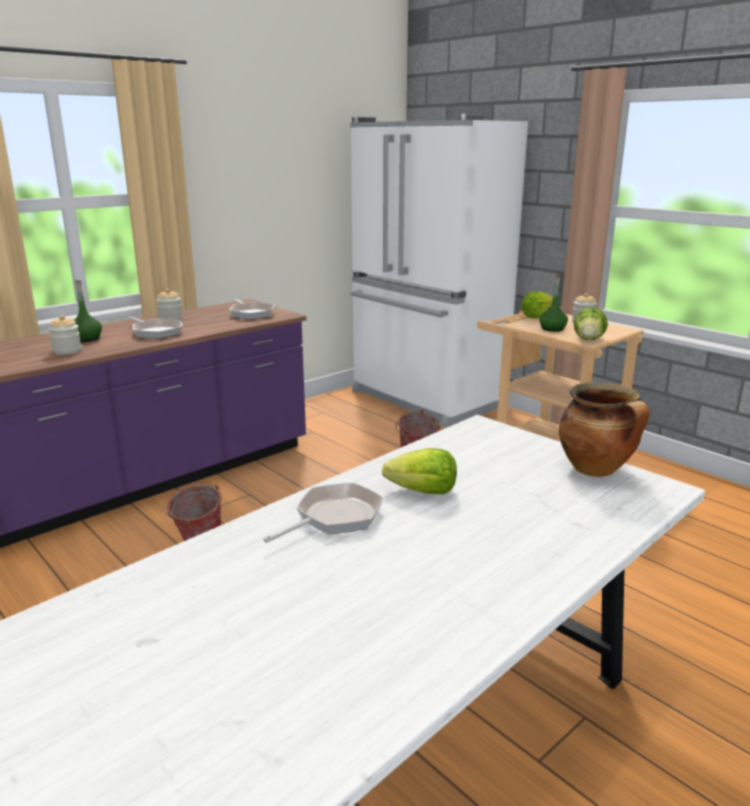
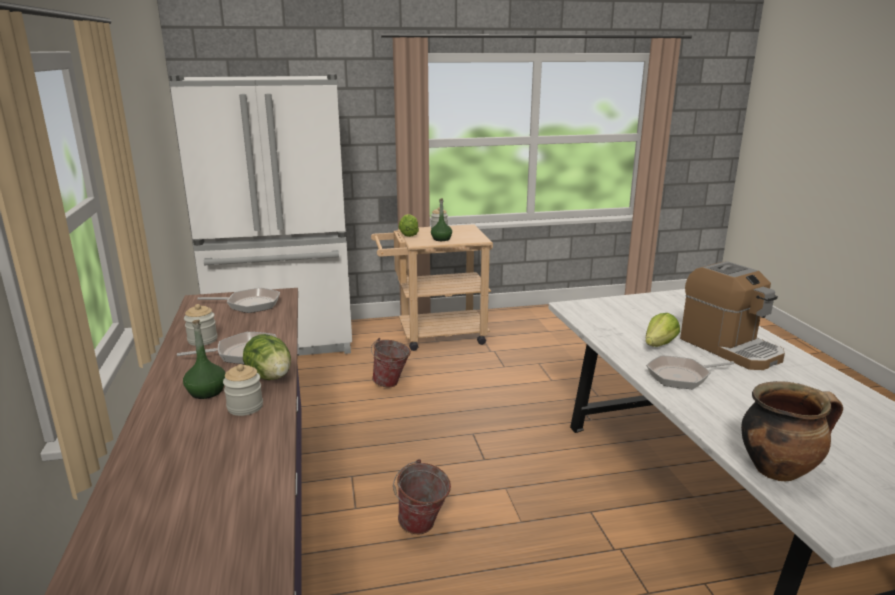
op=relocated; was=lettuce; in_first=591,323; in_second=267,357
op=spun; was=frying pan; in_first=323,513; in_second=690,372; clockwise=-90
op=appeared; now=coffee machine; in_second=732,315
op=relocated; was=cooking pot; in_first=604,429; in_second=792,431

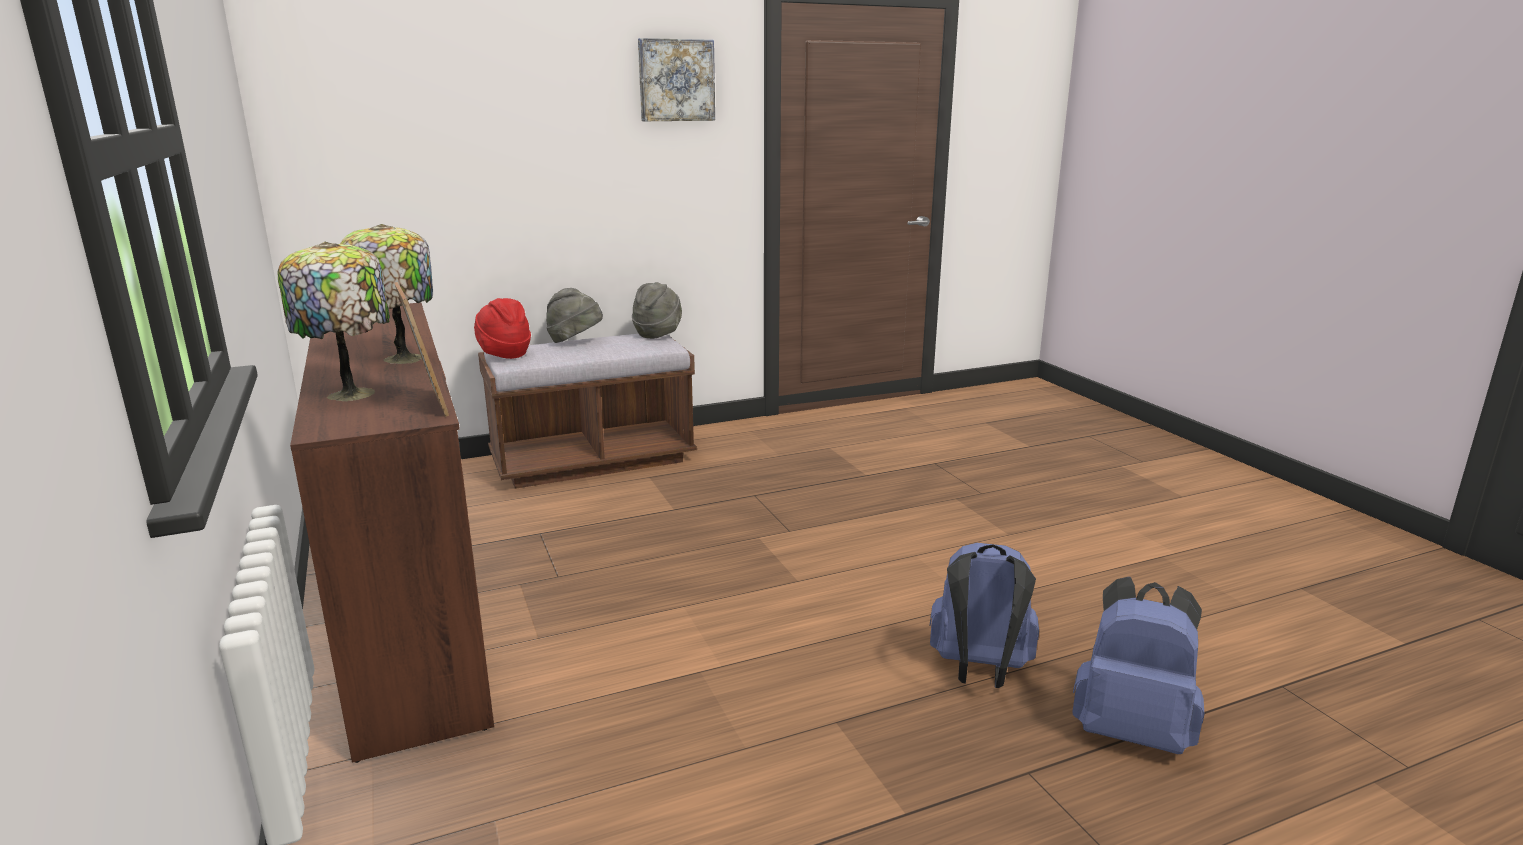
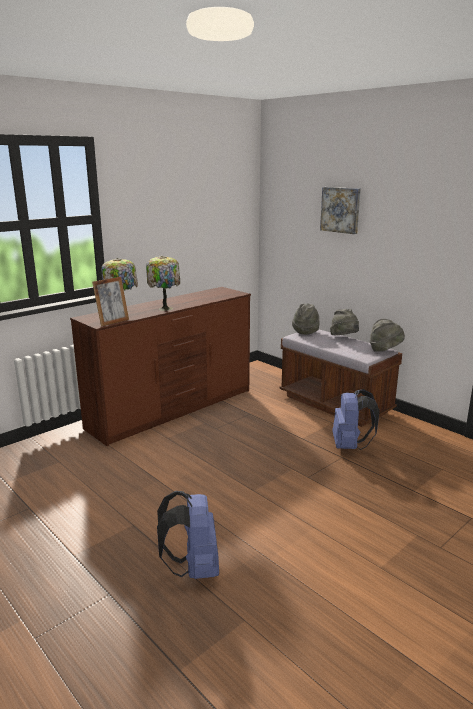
op=colour; was=red hat; now=grey hat; in_first=502,328; in_second=306,319
op=relocated; was=picture; in_first=676,79; in_second=340,210
op=relocated; was=blue backpack; in_first=1138,665; in_second=356,419

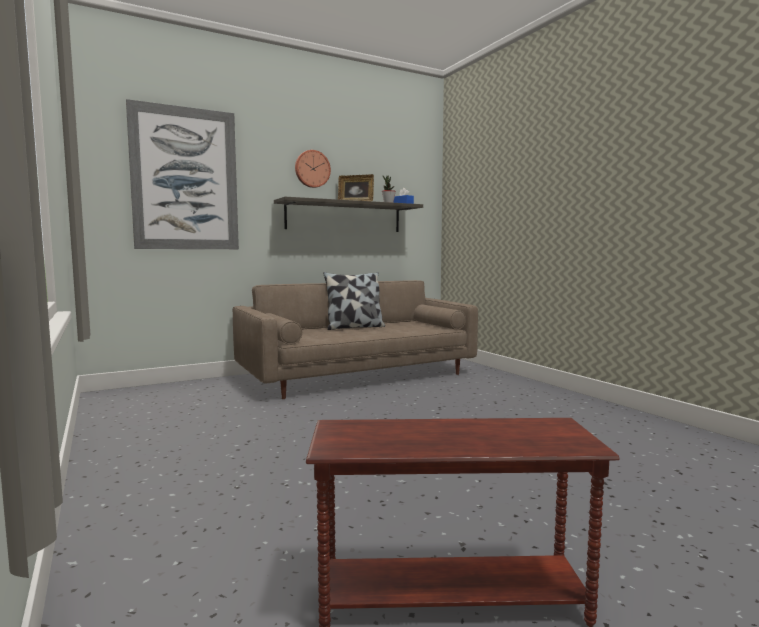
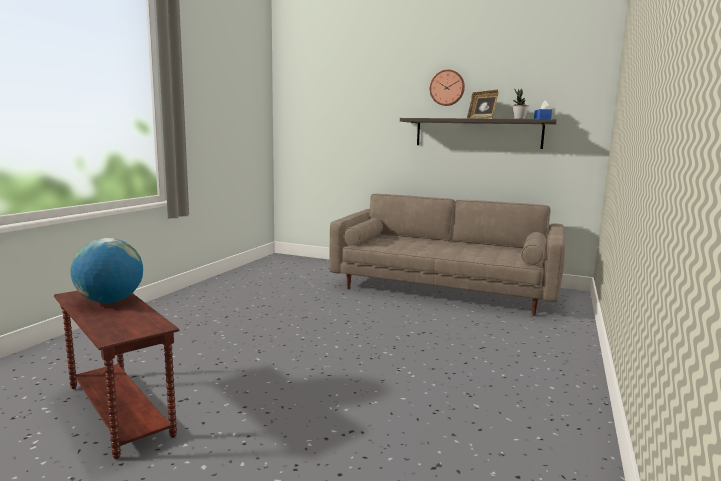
op=appeared; now=globe; in_second=106,270
op=missing; was=picture; in_first=182,174
op=missing; was=pillow; in_first=354,301

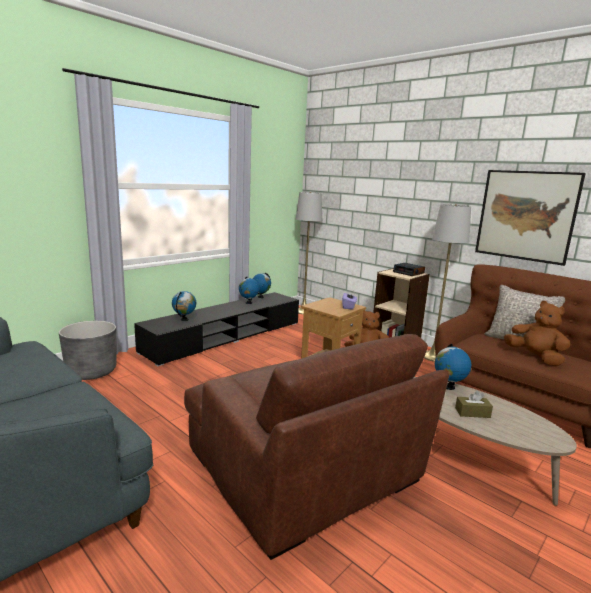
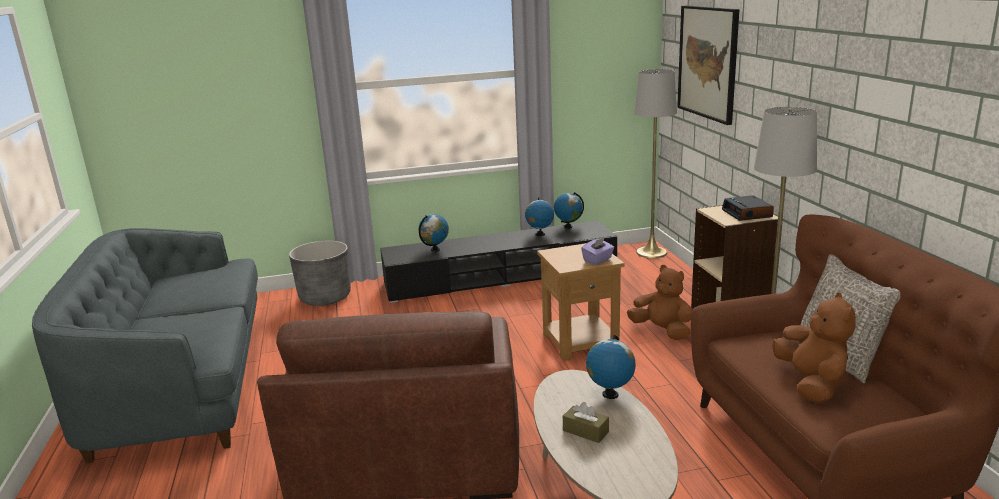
op=relocated; was=picture; in_first=530,218; in_second=708,65

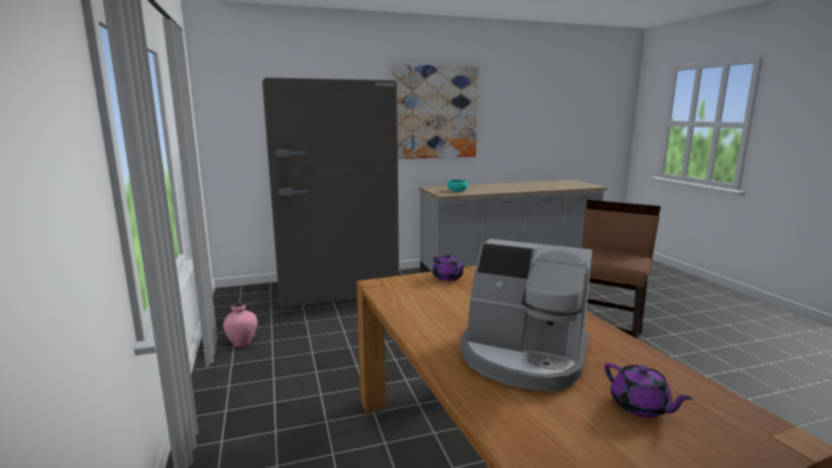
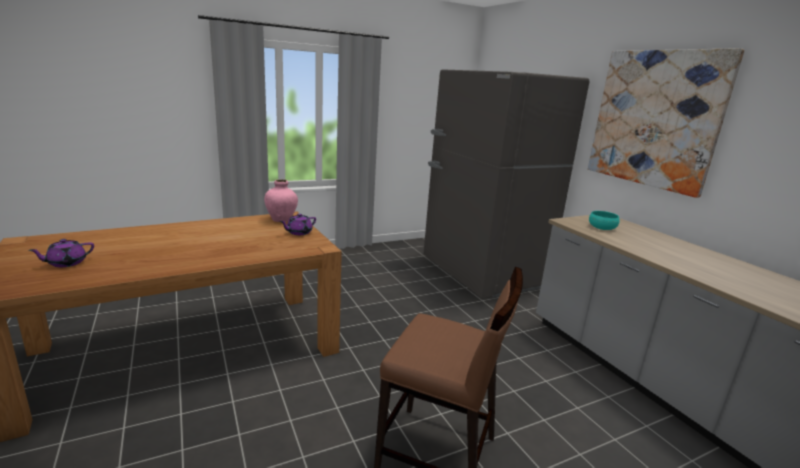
op=relocated; was=pink vase; in_first=240,325; in_second=281,200
op=missing; was=coffee machine; in_first=526,315

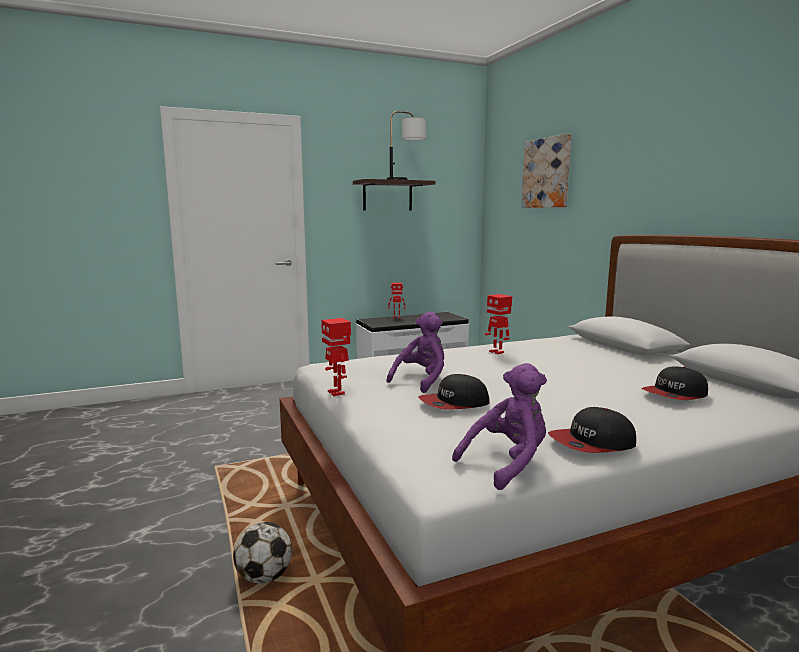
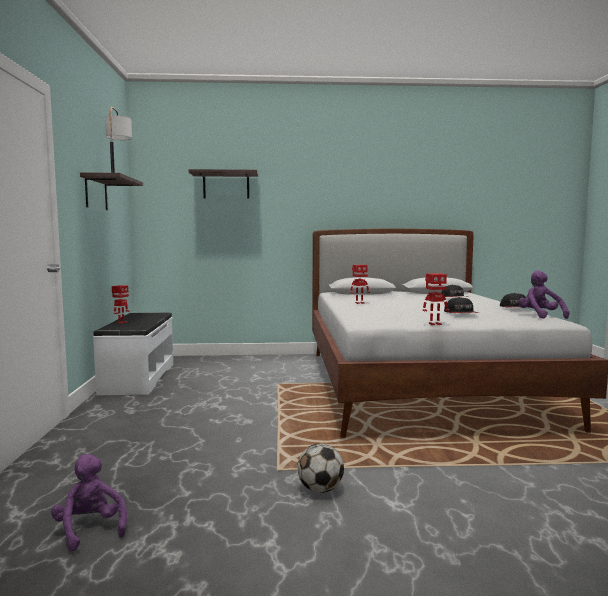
op=relocated; was=purple plush toy; in_first=415,352; in_second=89,502
op=exchanged; was=picture; now=shelf; in_first=546,170; in_second=223,184
op=relocated; was=football; in_first=262,553; in_second=320,468

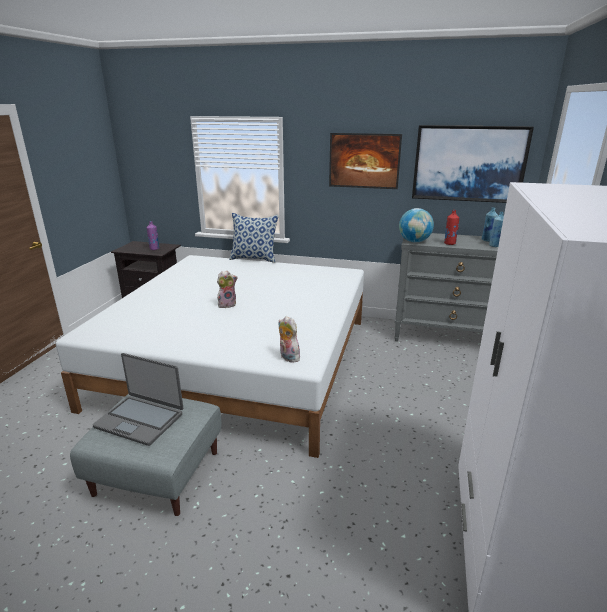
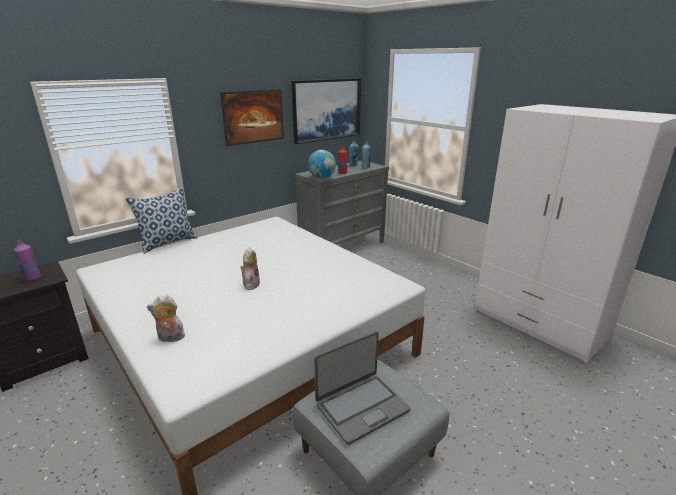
op=relocated; was=plush toy; in_first=289,339; in_second=166,318

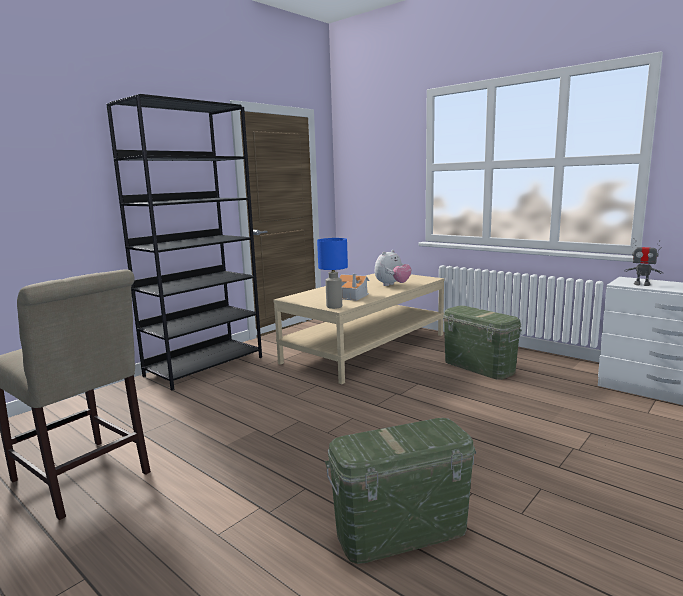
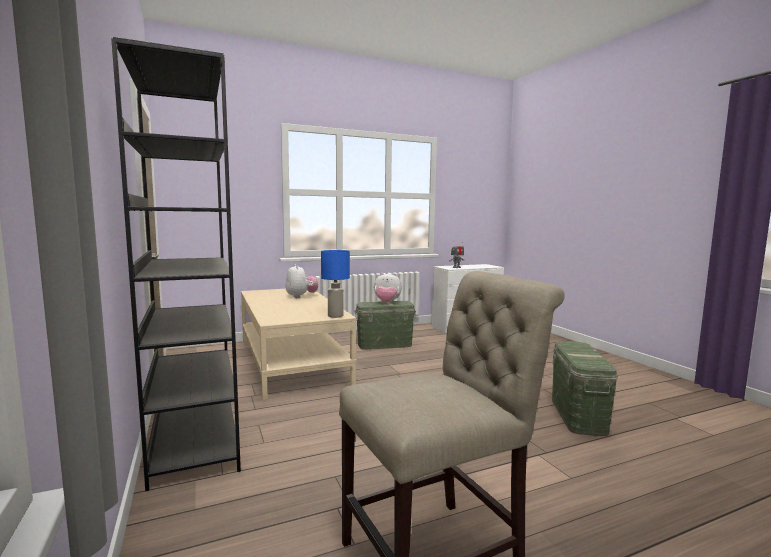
op=appeared; now=plush toy; in_second=388,288
op=missing; was=toy house; in_first=354,287

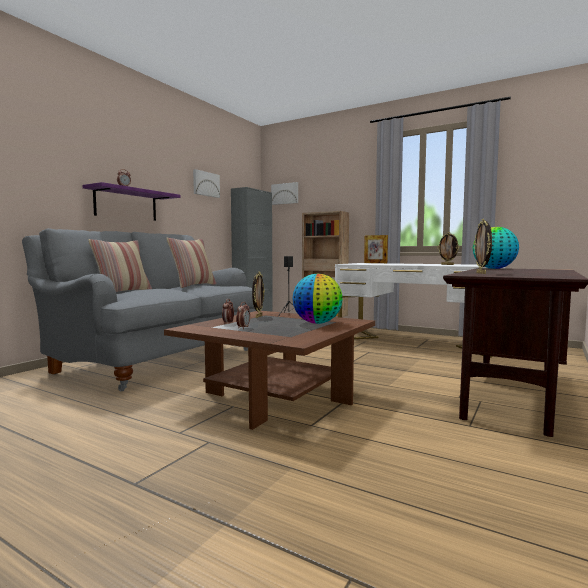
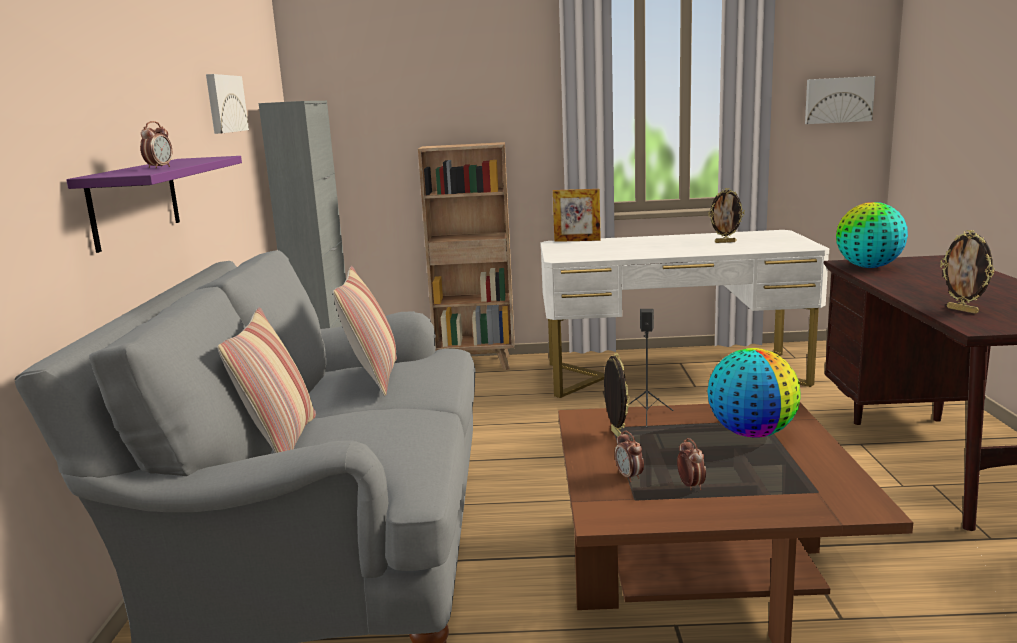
op=relocated; was=picture; in_first=284,193; in_second=840,100

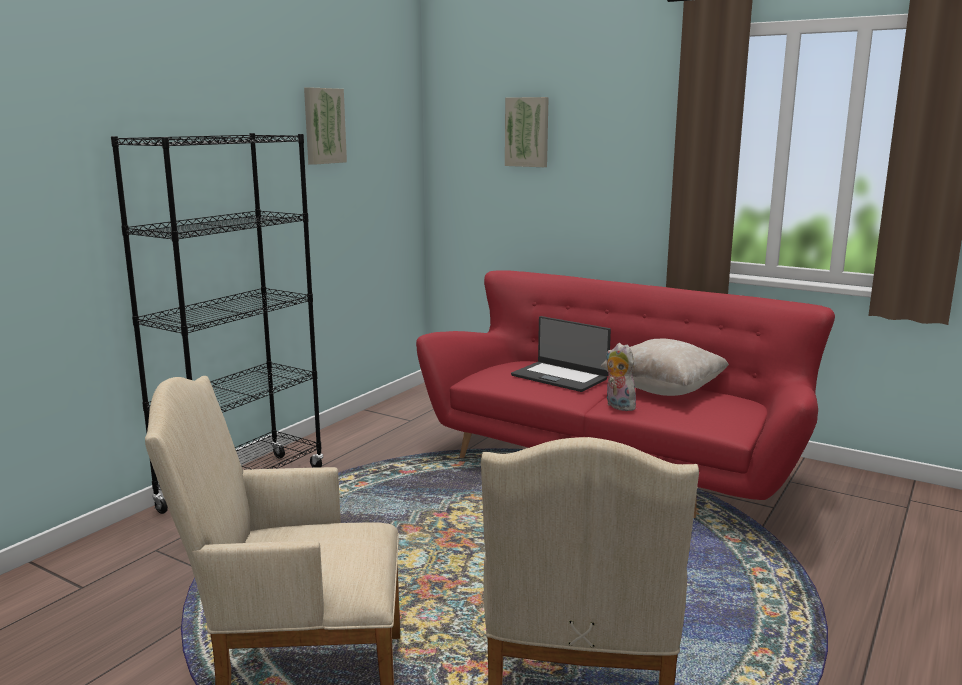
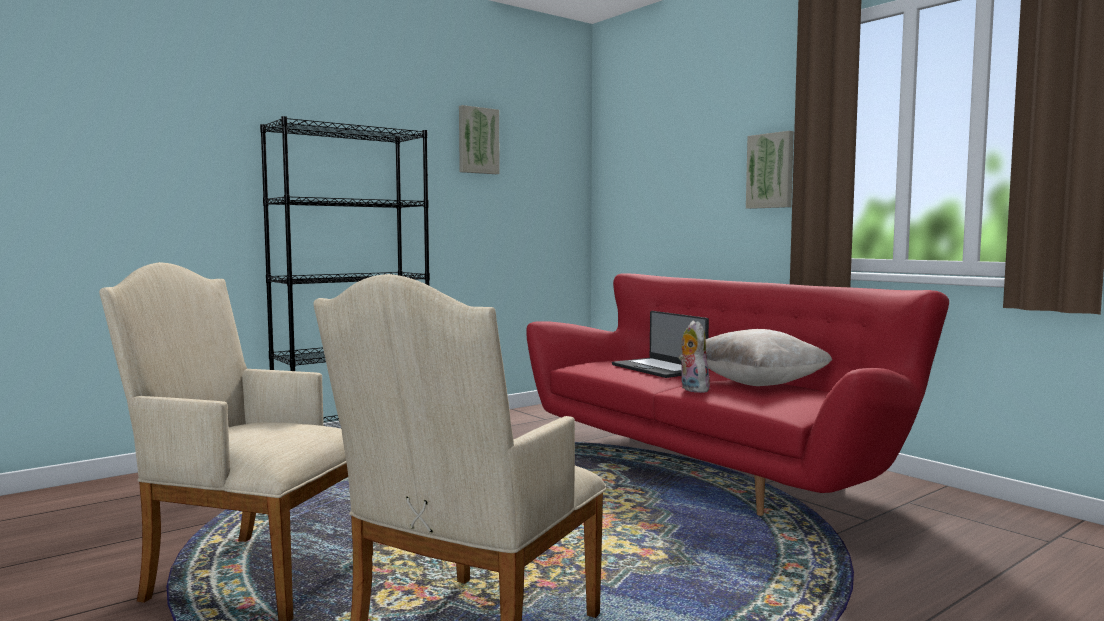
op=relocated; was=picture; in_first=527,132; in_second=770,170

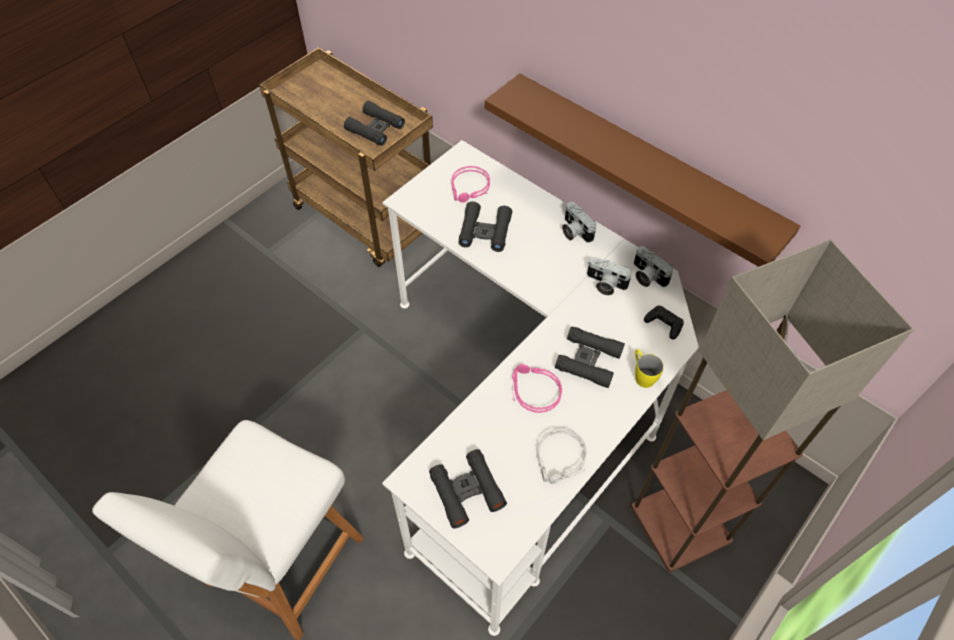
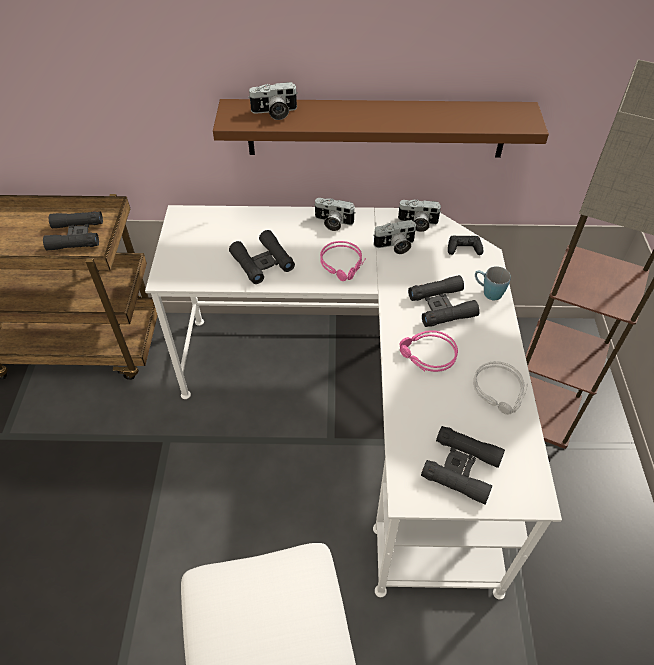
op=appeared; now=photo camera; in_second=273,101
op=relocated; was=pink headphones; in_first=470,184; in_second=343,261
op=colour; was=yellow mug; now=blue mug; in_first=649,368; in_second=493,283

